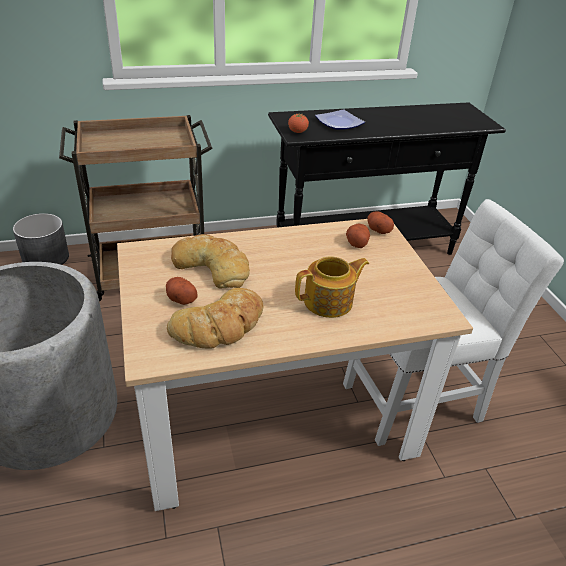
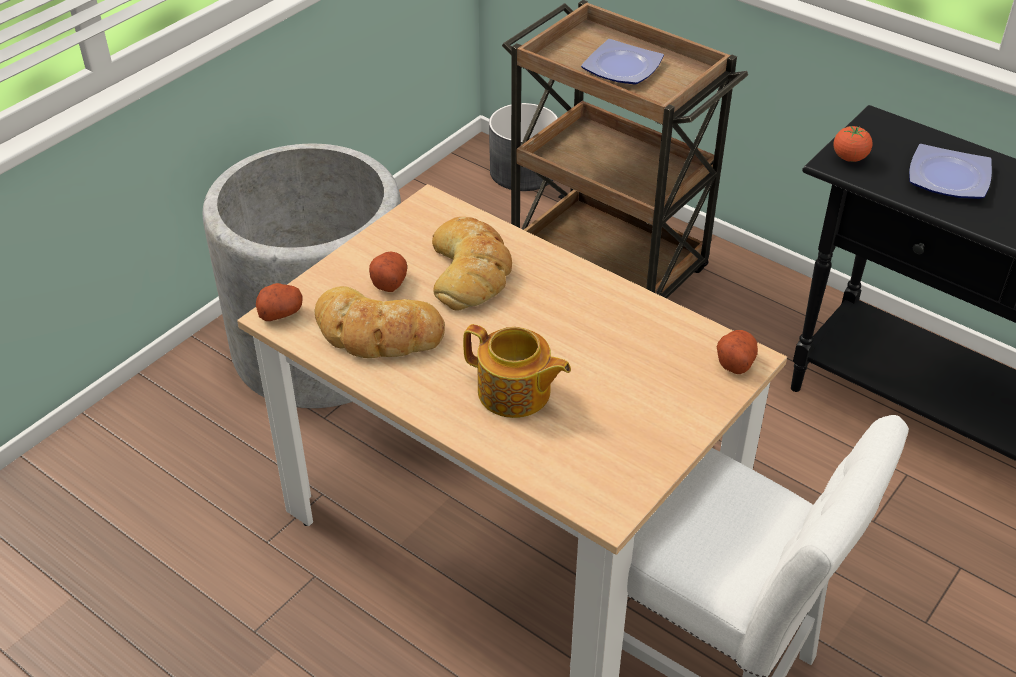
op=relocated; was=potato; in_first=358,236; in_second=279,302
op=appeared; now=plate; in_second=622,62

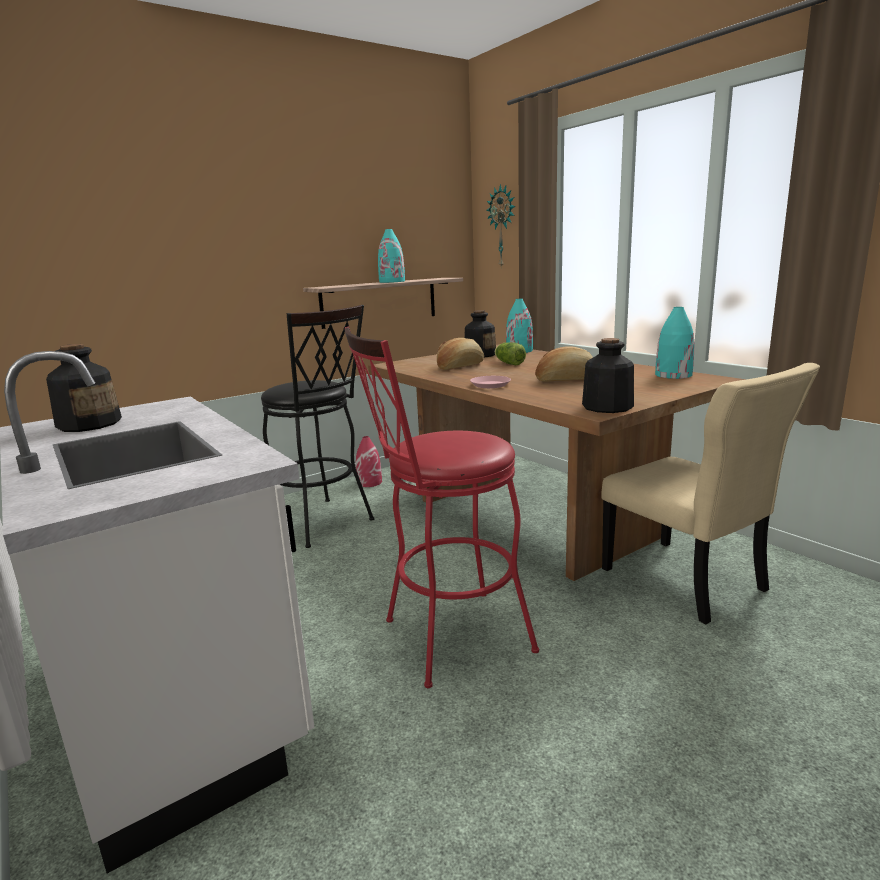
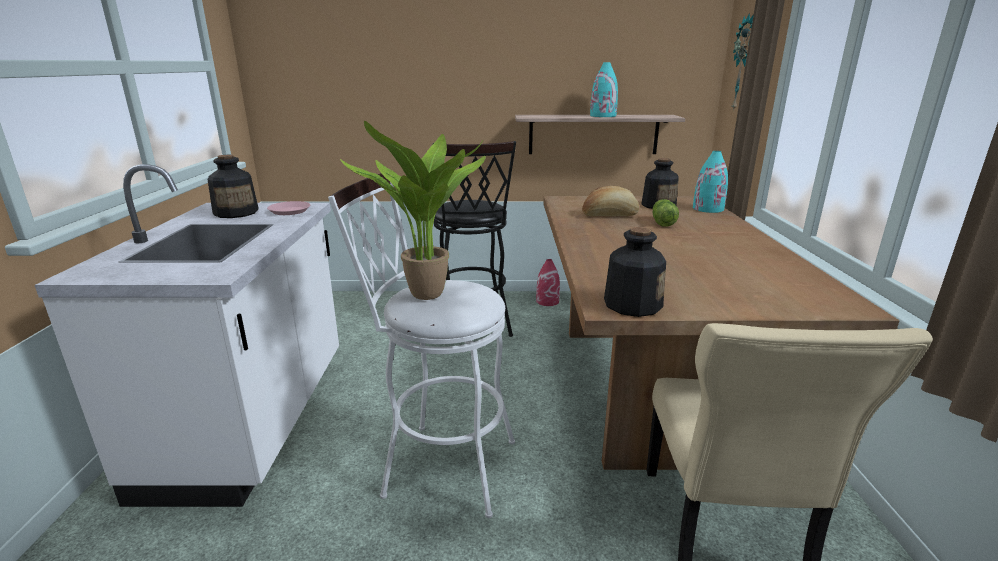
op=relocated; was=pink plate; in_first=490,382; in_second=288,208
op=colour; was=red stool; now=white stool; in_first=442,507; in_second=421,345
op=appeared; now=potted plant; in_second=413,210
op=missing; was=bread; in_first=564,364
op=missing; was=turquoise vase; in_first=675,343

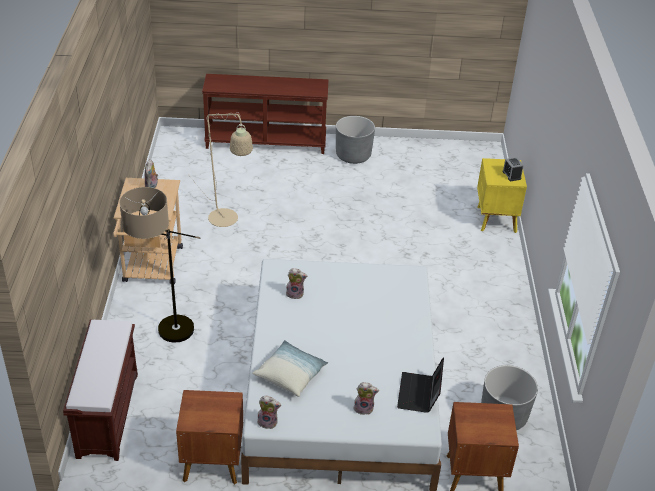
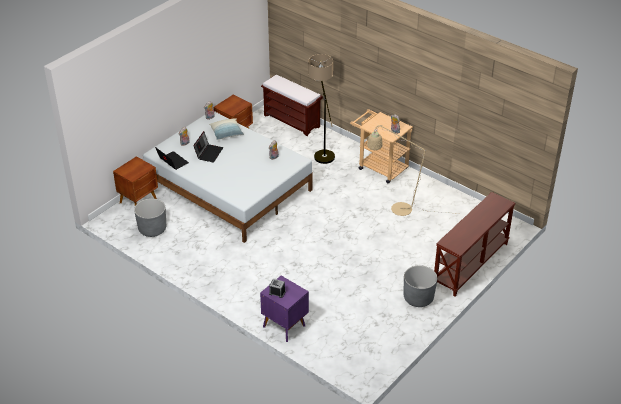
op=appeared; now=laptop; in_second=208,146
op=colour; was=yellow nightstand; now=purple nightstand; in_first=502,195; in_second=284,309

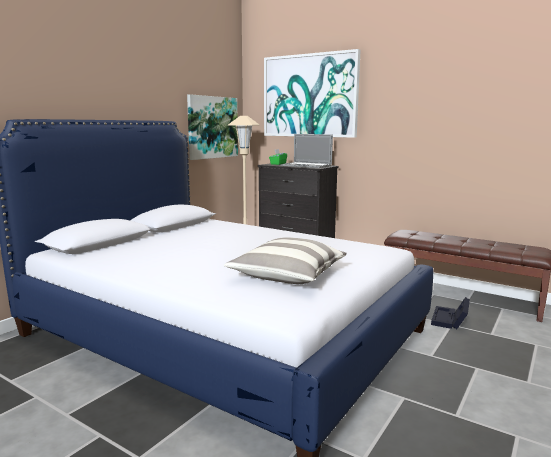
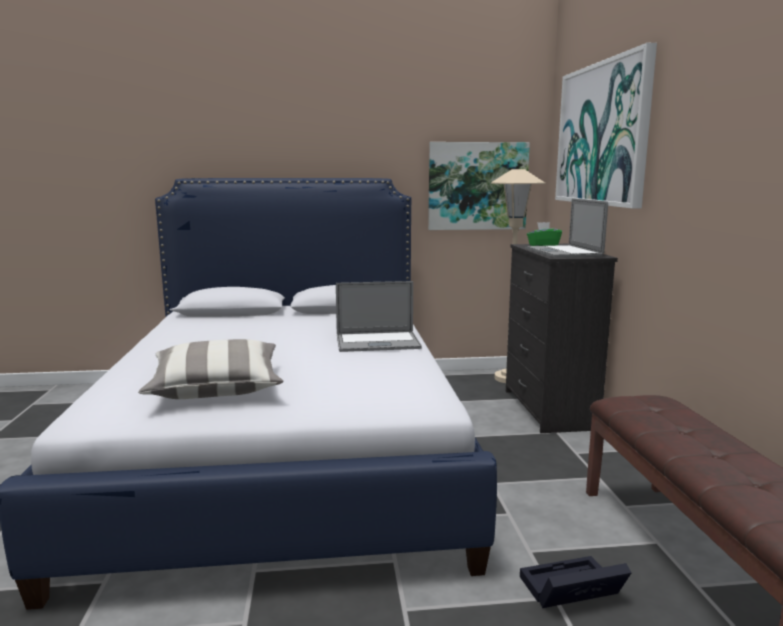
op=appeared; now=laptop; in_second=379,316

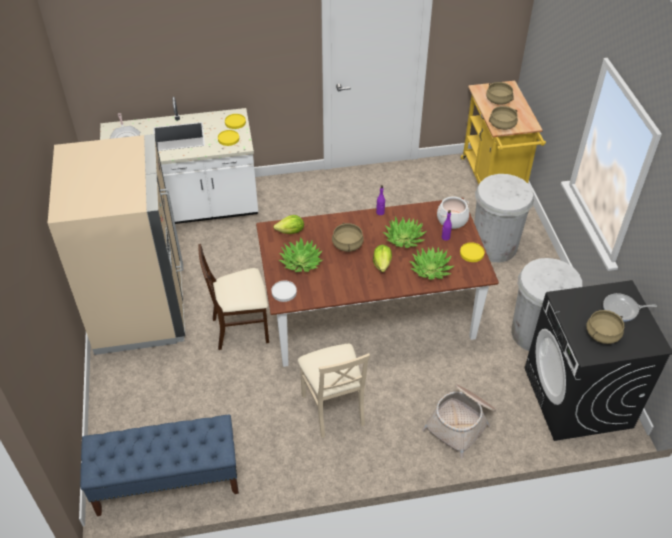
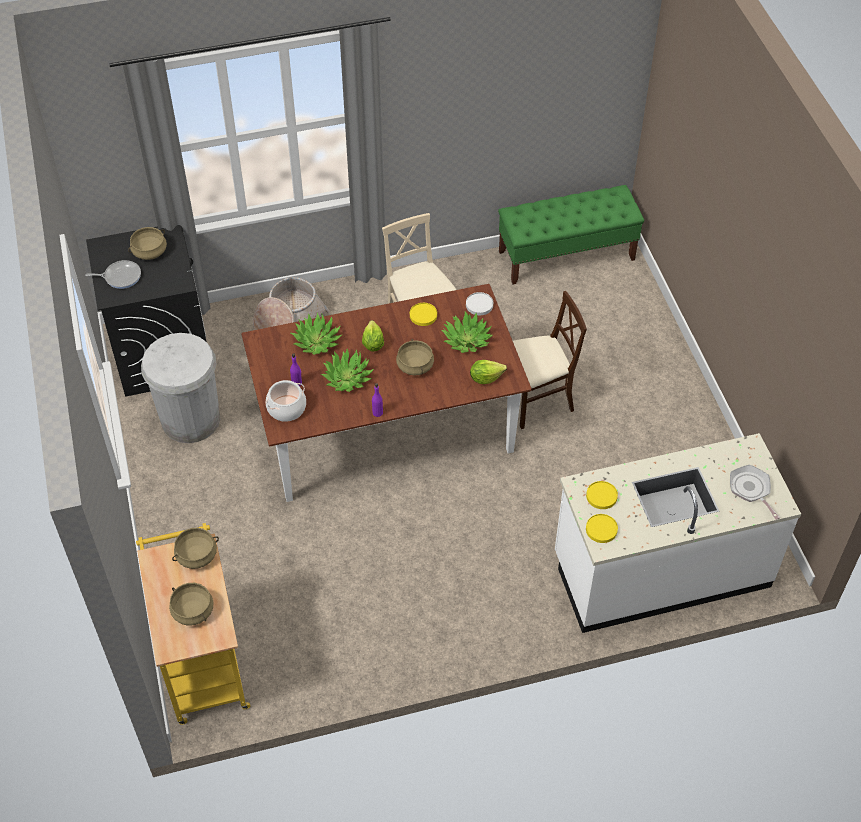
op=relocated; was=yellow plate; in_first=472,252; in_second=423,314
op=colour; was=blue bench; now=green bench; in_first=159,465; in_second=571,234
op=missing; was=beige fridge; in_first=116,244
op=missing; was=white trash can; in_first=504,218

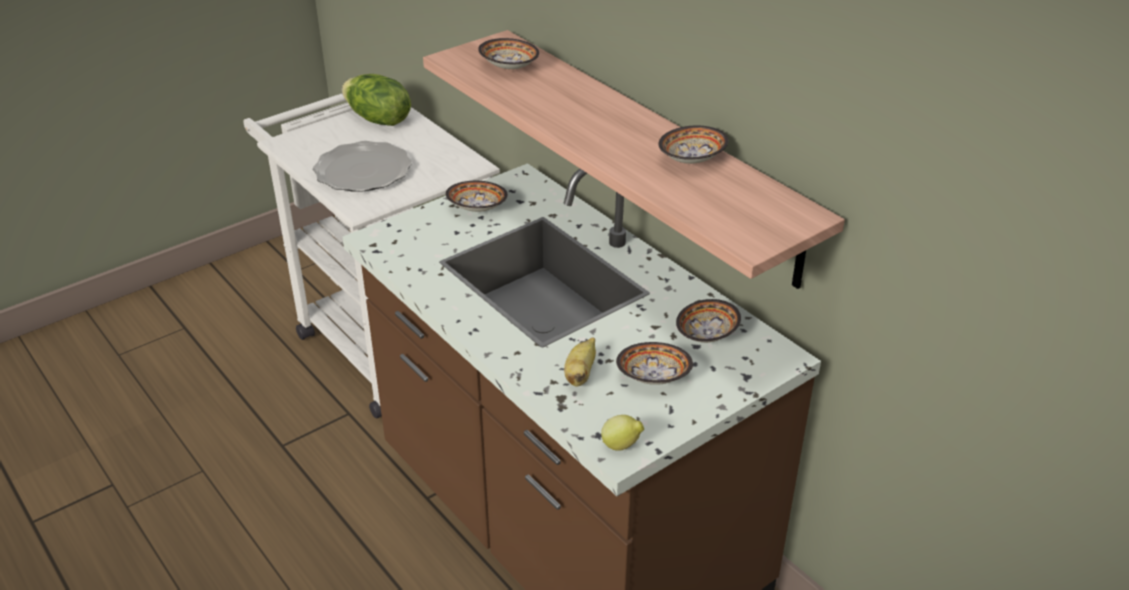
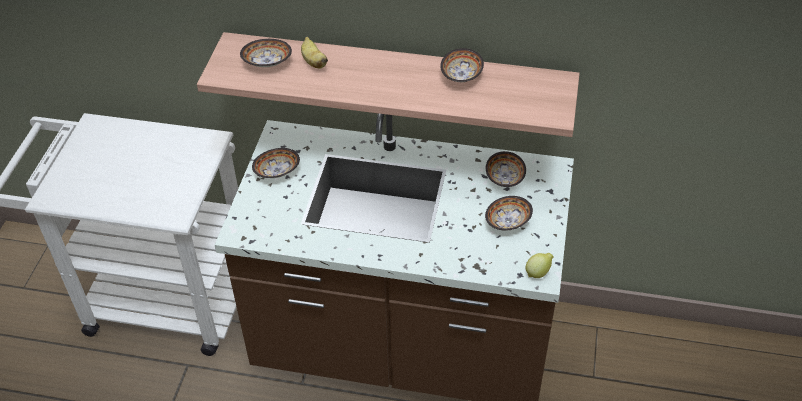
op=relocated; was=banana; in_first=580,362; in_second=314,53
op=missing; was=plate; in_first=362,166
op=missing; was=lettuce; in_first=376,100

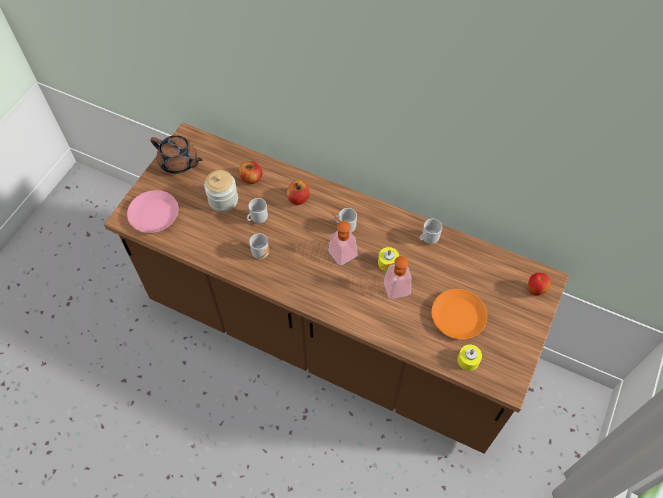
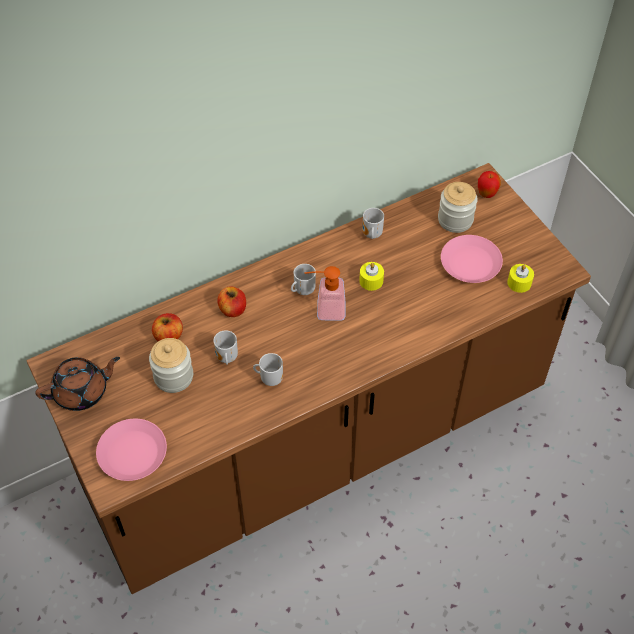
op=appeared; now=jar; in_second=458,207
op=colour; was=orange plate; now=pink plate; in_first=459,314; in_second=472,259
op=missing; was=soap dispenser; in_first=394,277

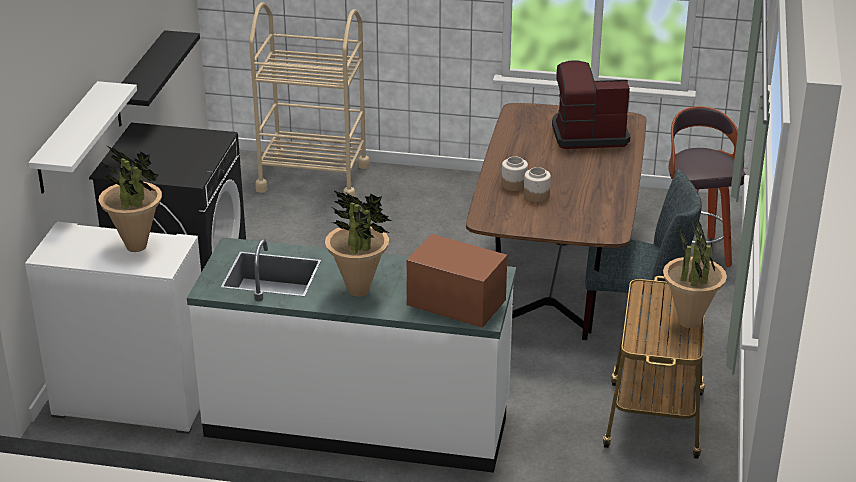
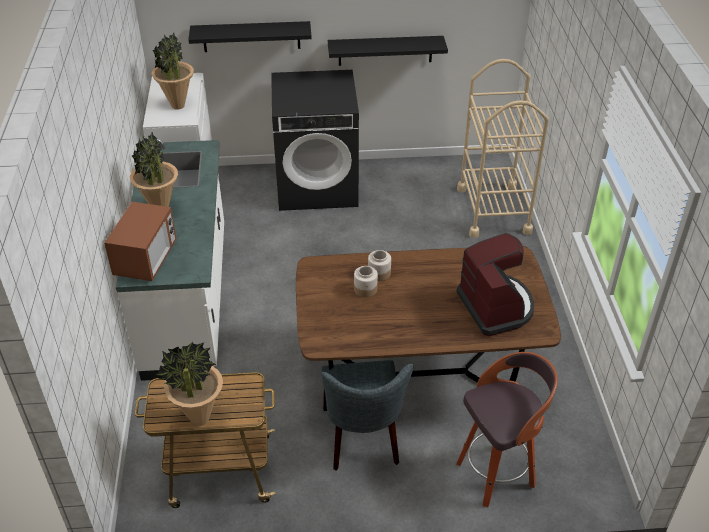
op=colour; was=white shelf; now=black shelf; in_first=83,137; in_second=250,36

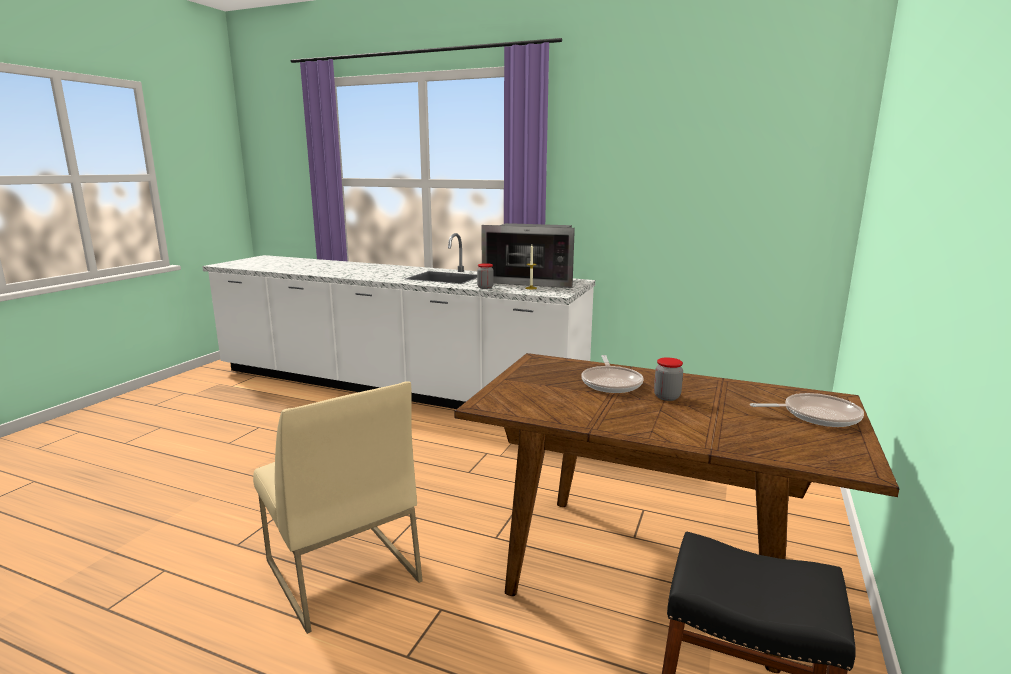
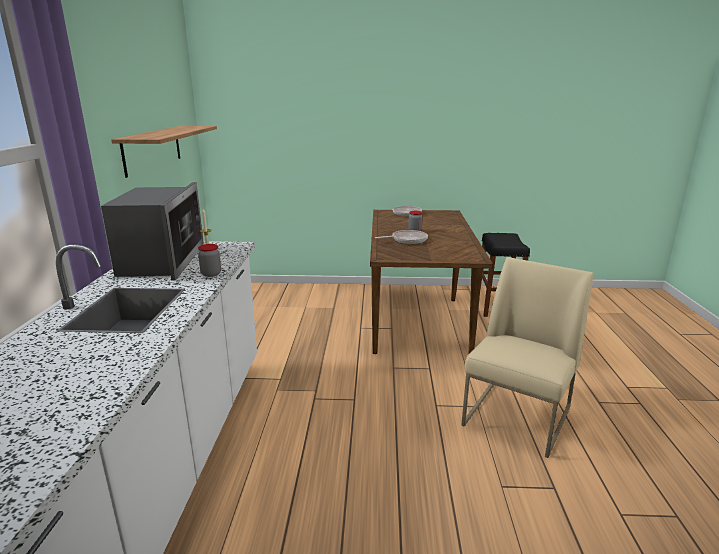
op=appeared; now=shelf; in_second=164,152

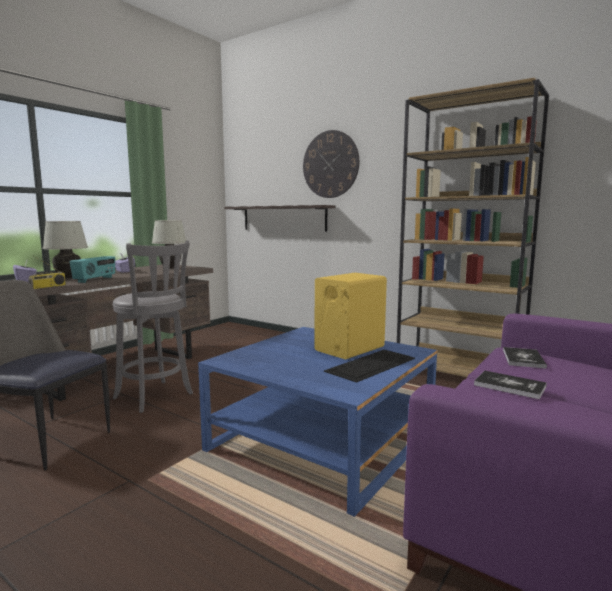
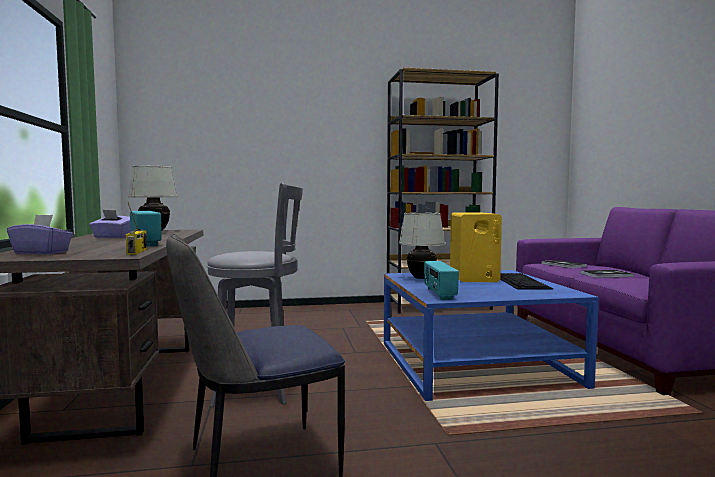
op=relocated; was=white table lamp; in_first=65,250; in_second=422,245
op=appeared; now=radio; in_second=441,280
op=missing; was=shelf; in_first=280,218
op=missing; was=wall clock; in_first=331,164

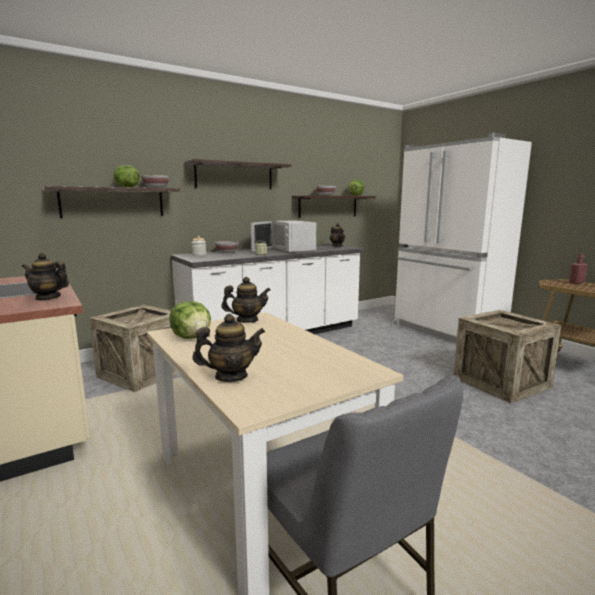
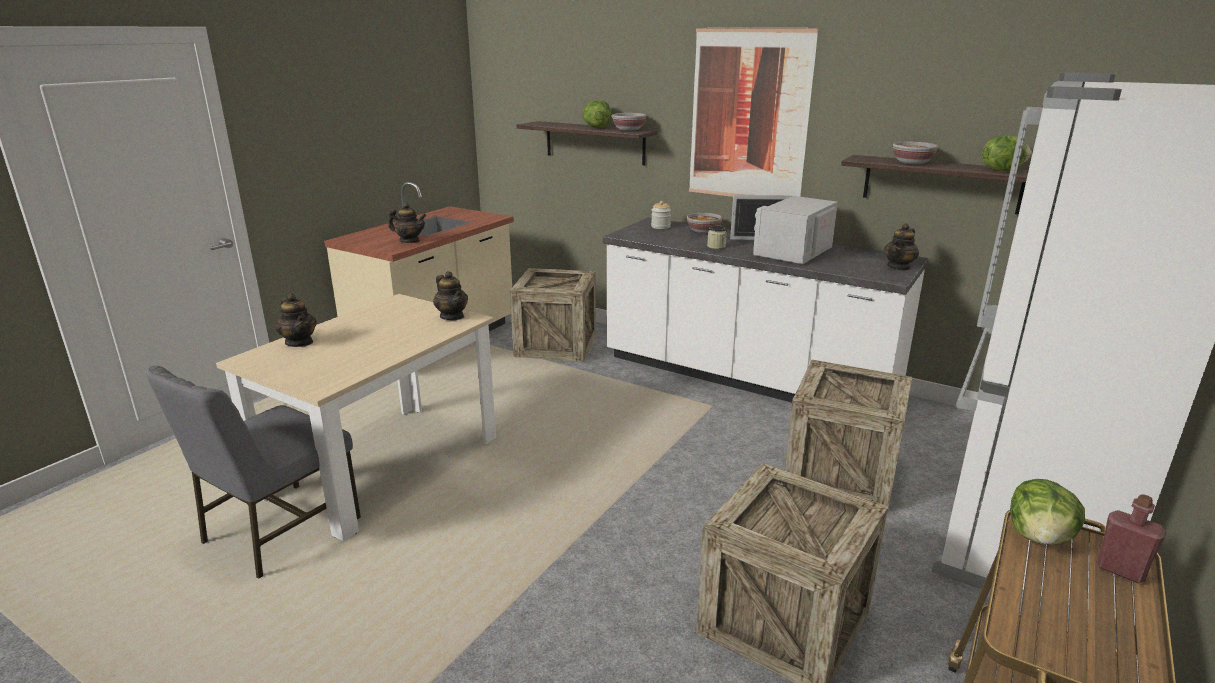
op=spun; was=teapot; in_first=45,277; in_second=407,223; clockwise=120
op=exchanged; was=shelf; now=picture; in_first=237,174; in_second=754,112
op=appeared; now=crate; in_second=848,436
op=relocated; was=lettuce; in_first=190,320; in_second=1047,512

